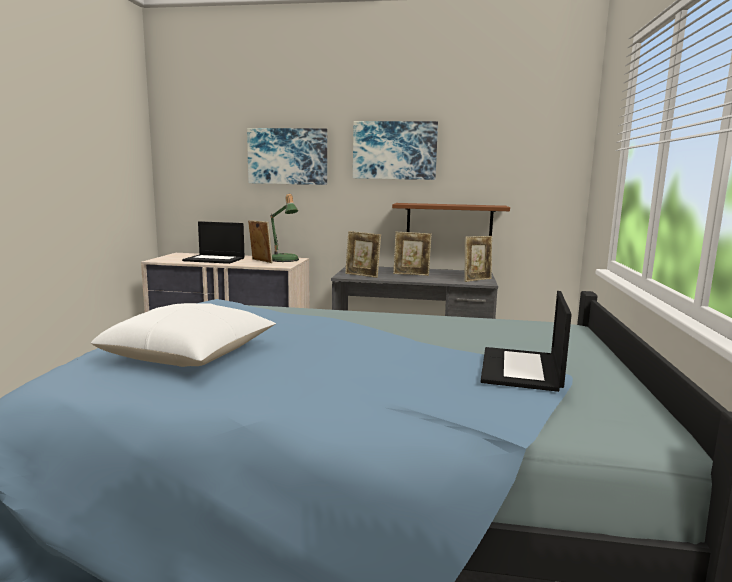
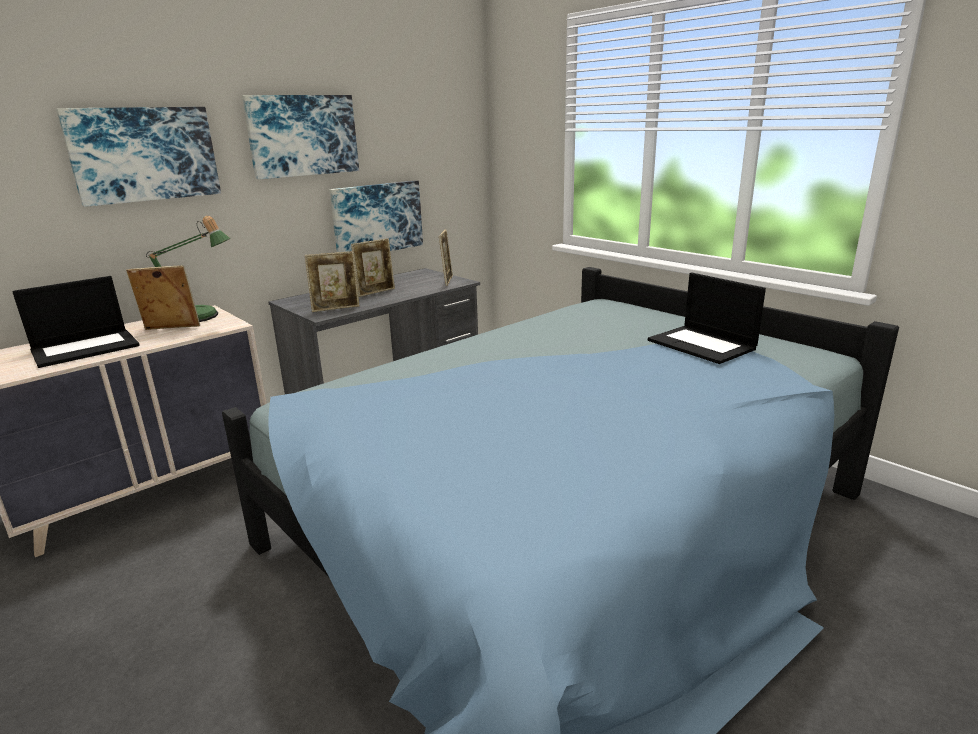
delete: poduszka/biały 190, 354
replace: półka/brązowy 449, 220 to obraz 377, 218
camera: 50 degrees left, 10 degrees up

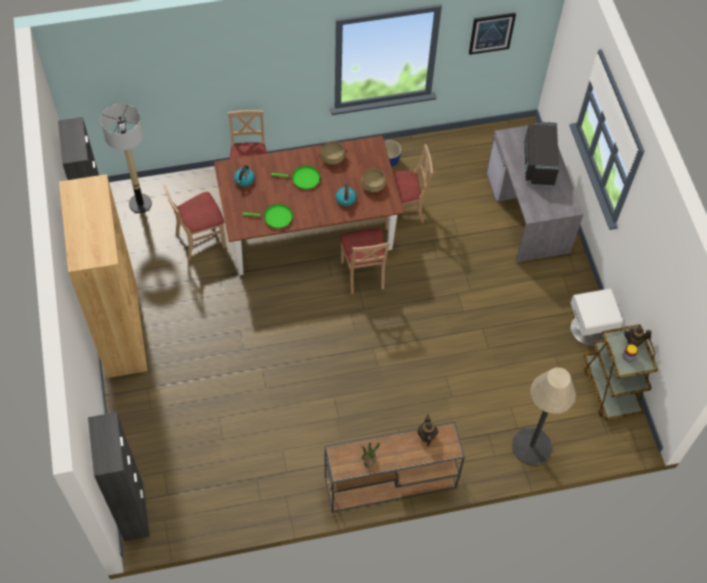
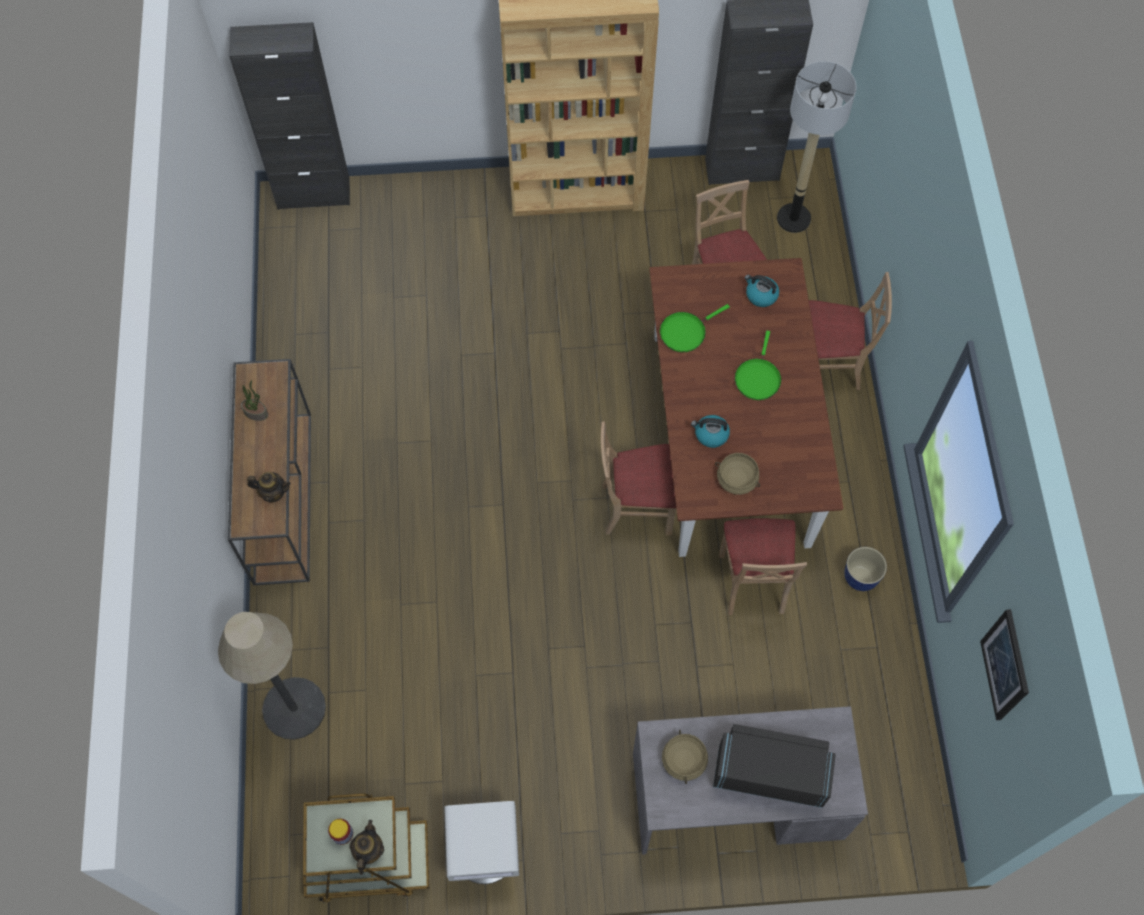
move: garnek/beżowy 332, 158 to 683, 760
rotate: patelnia/zielony 276, 217 = 685, 332 45 degrees clockwise
camera: 100 degrees right, 5 degrees up

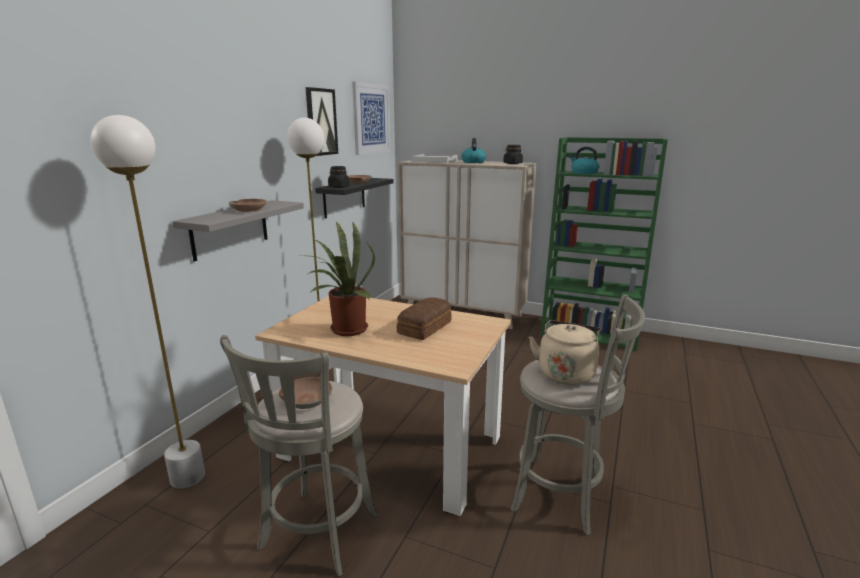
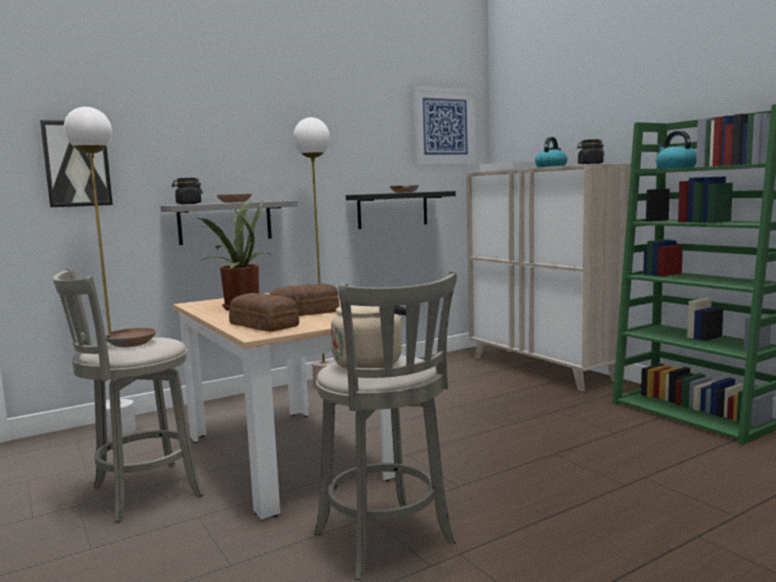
insert: chleb 264, 325
move: obraz 321, 122 to 77, 164; słoik/czarny 339, 187 to 188, 204
camera: 35 degrees right, 10 degrees down

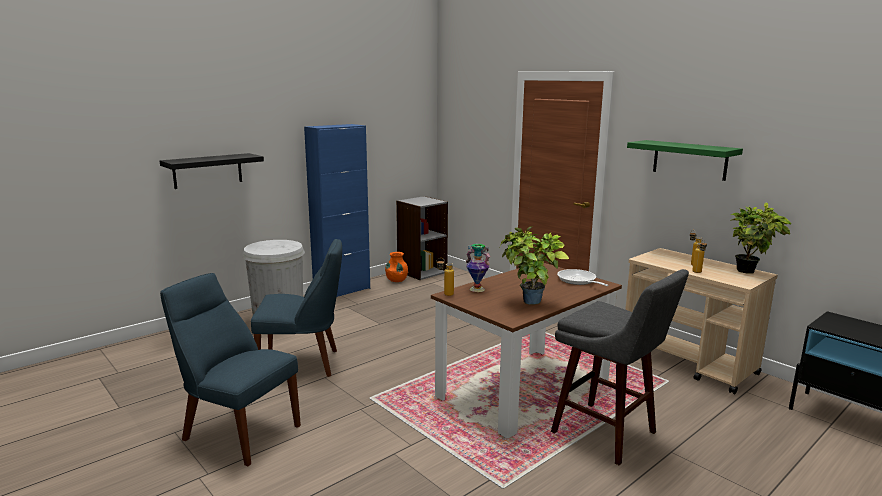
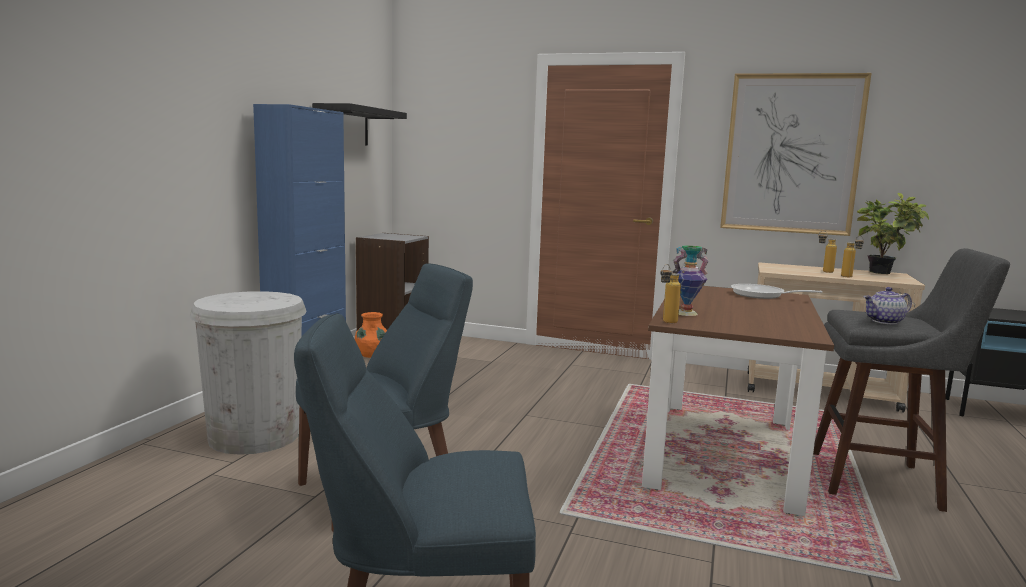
delete: roślina doniczkowa 528, 303
insert: imbryk 885, 322
move: półka/czarny 207, 170 to 345, 126
replace: półka/zielony 689, 160 to obraz 791, 154
camera: 30 degrees left, 5 degrees down

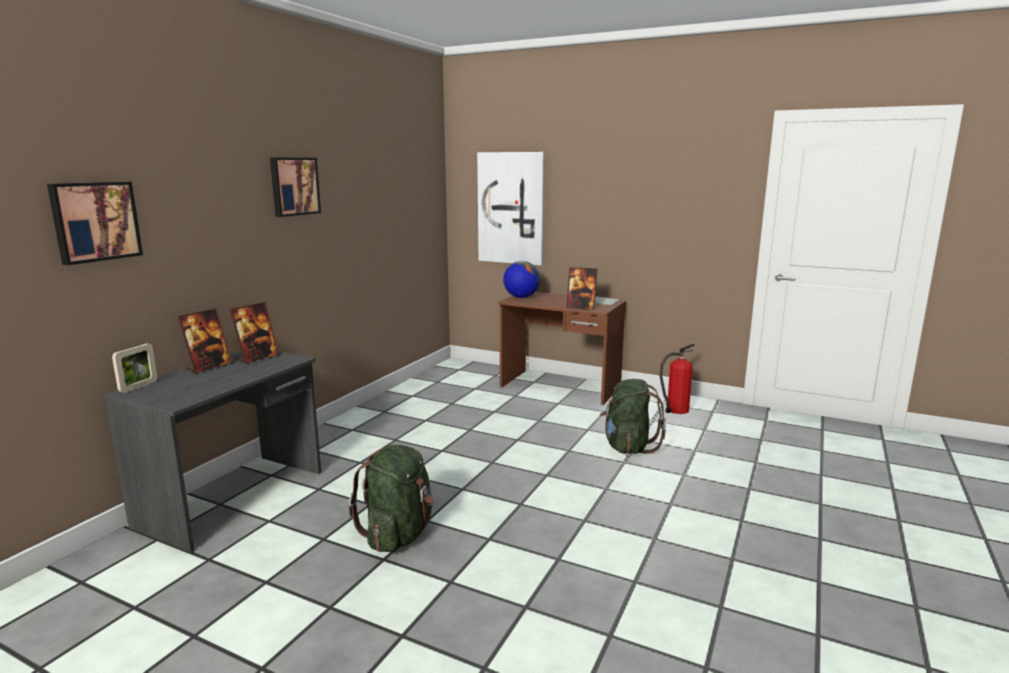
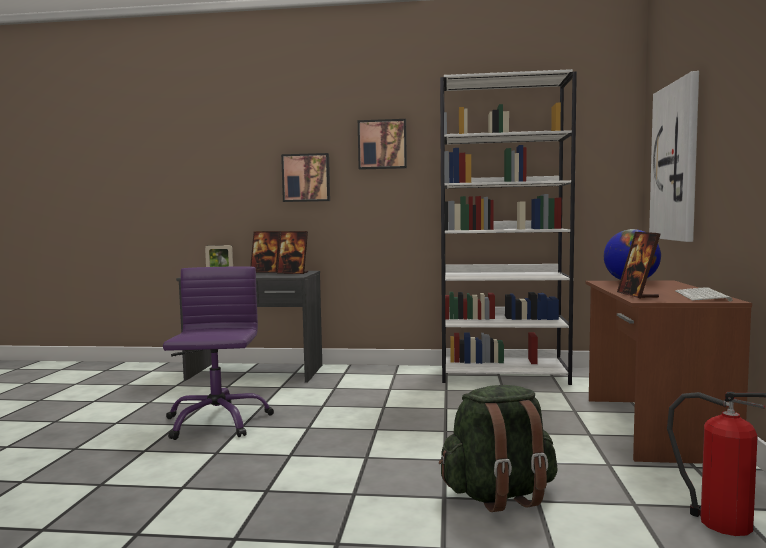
insert: regał/biały 504, 375
move: obraz 95, 221 to 306, 178
replace: plecak/zielony 398, 534 to krzesło biurowe/fioletowy 217, 421
camera: 70 degrees right, 10 degrees down

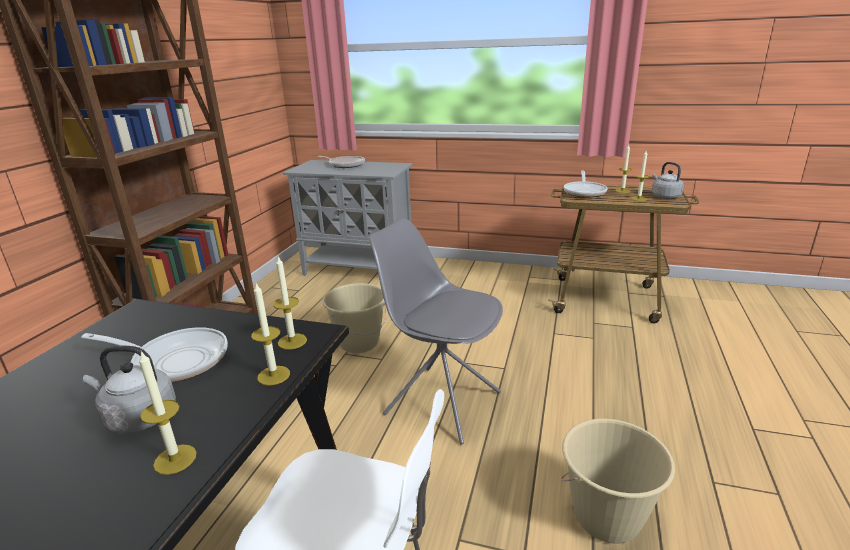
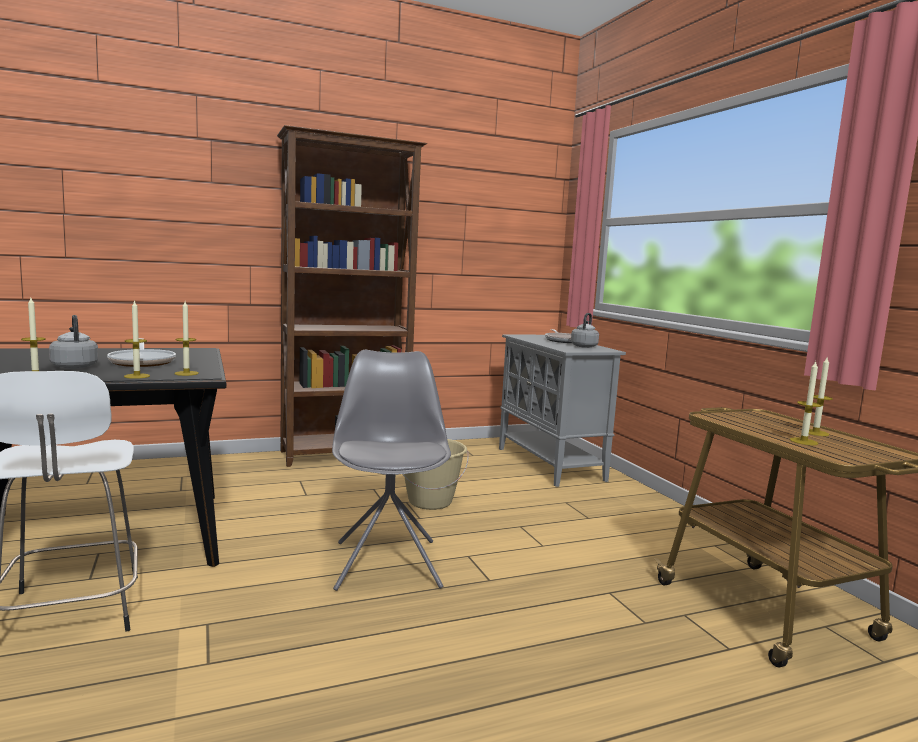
delete: wiadro/beżowy 607, 517; patelnia 584, 192
move: czajnik/szary 664, 196 to 584, 346
camera: 50 degrees right, 15 degrees down

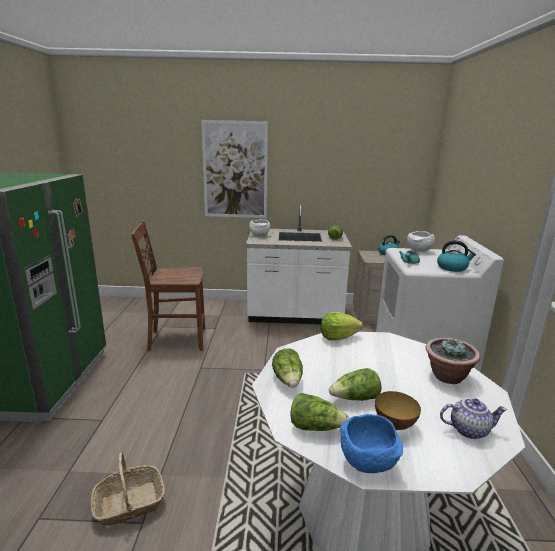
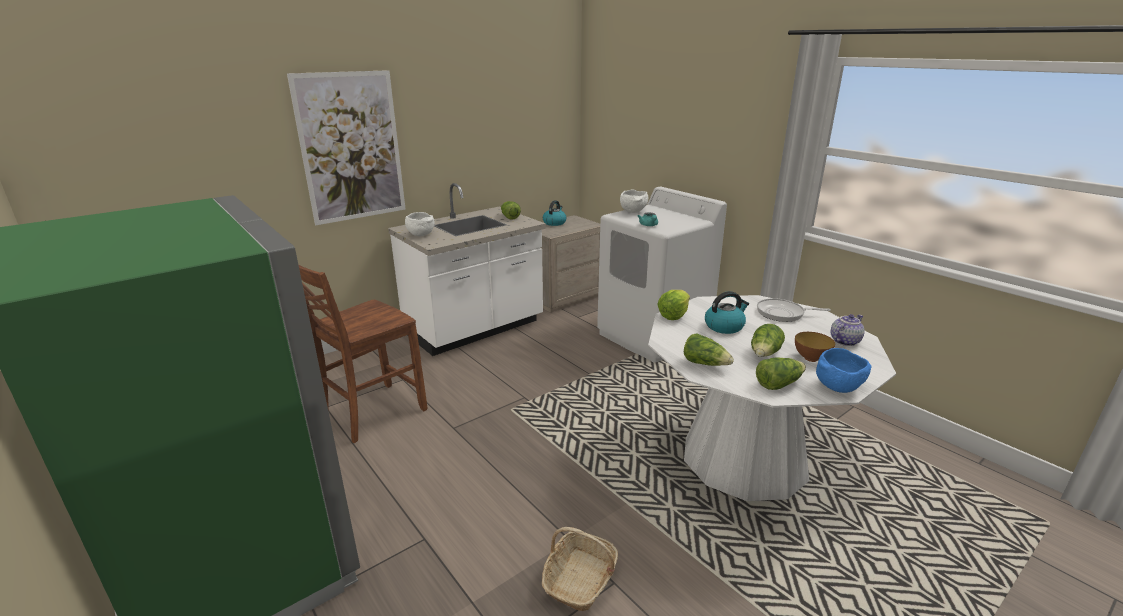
move: czajnik 452, 268 to 724, 326
replace: roślina doniczkowa 447, 377 to patelnia 783, 313
camera: 40 degrees left, 5 degrees up

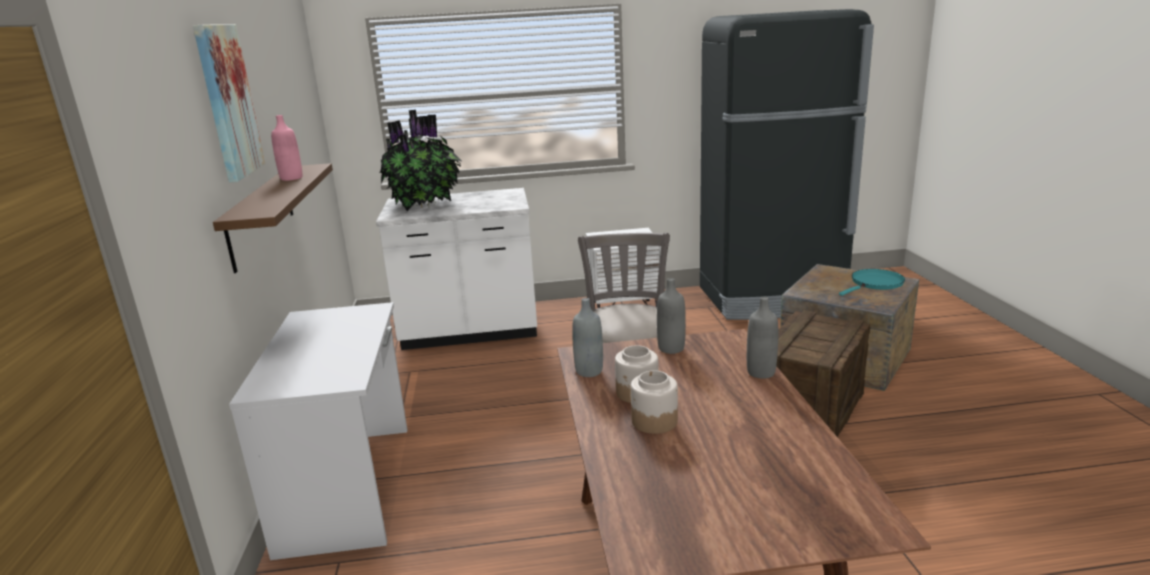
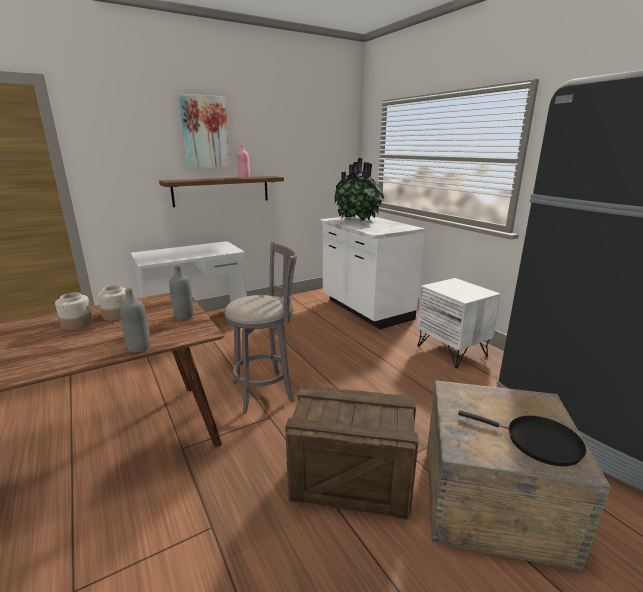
delete: butelka/szary 589, 371
recolor: patelnia/turkusowy 875, 284 to patelnia/czarny 537, 442
camera: 65 degrees right, 0 degrees up

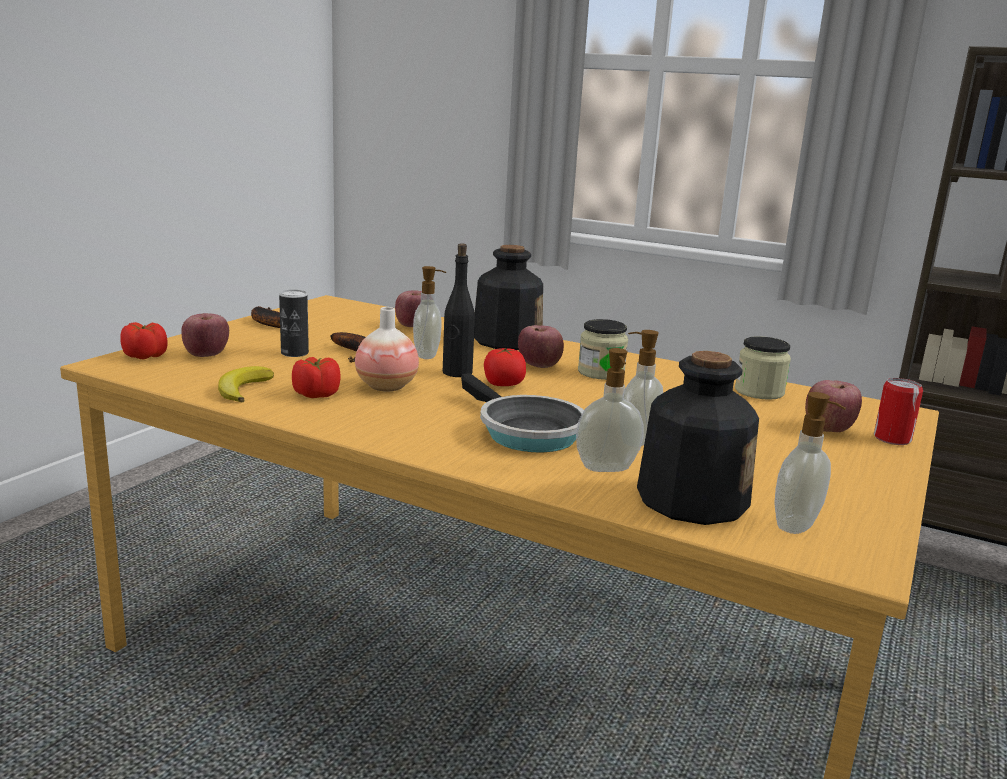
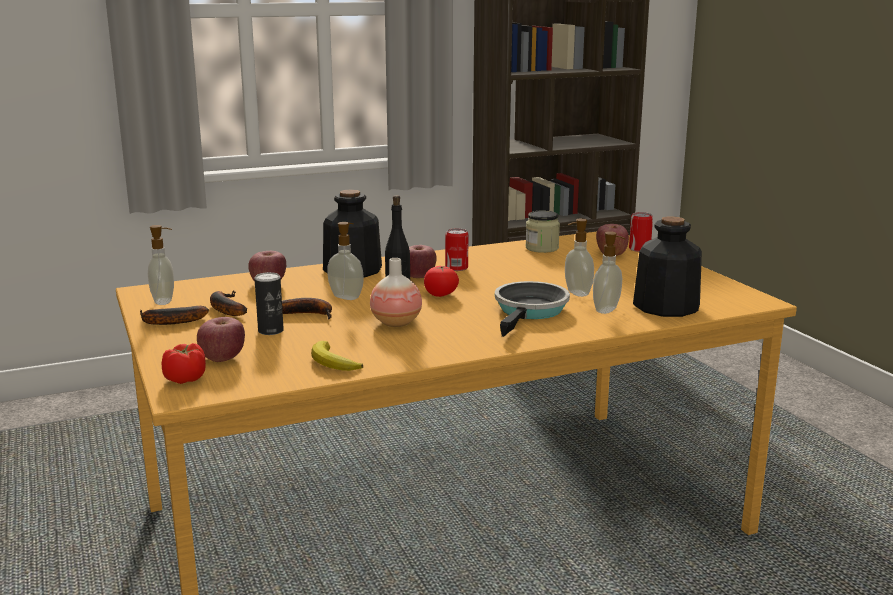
delete: pomidor 316, 394
insert: banan 225, 308
move: dozownik mydła 797, 526 to 164, 301
replace: słoik 601, 372 to puszka 456, 268
rotate: patelnia 525, 432 = 530, 311 75 degrees counterclockwise
camera: 50 degrees left, 0 degrees up

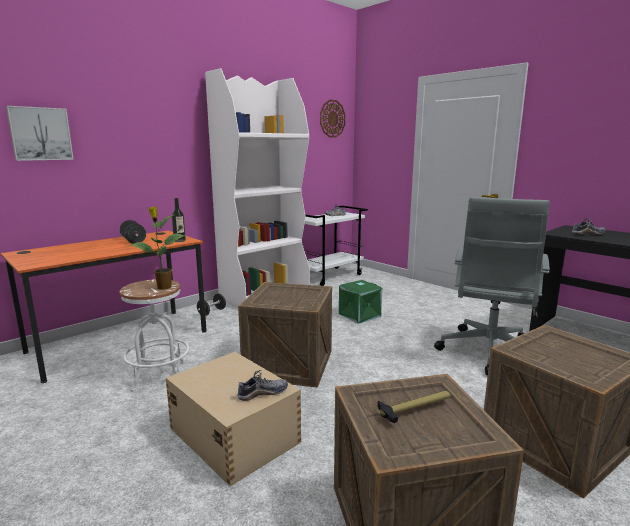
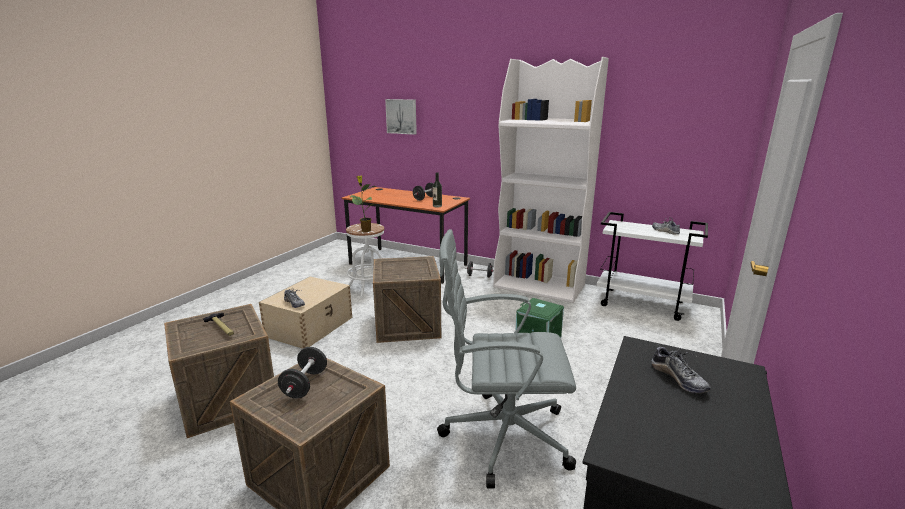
delete: zegar ścienny 332, 118
insert: hantel/czarny 305, 384
camera: 70 degrees right, 5 degrees up

